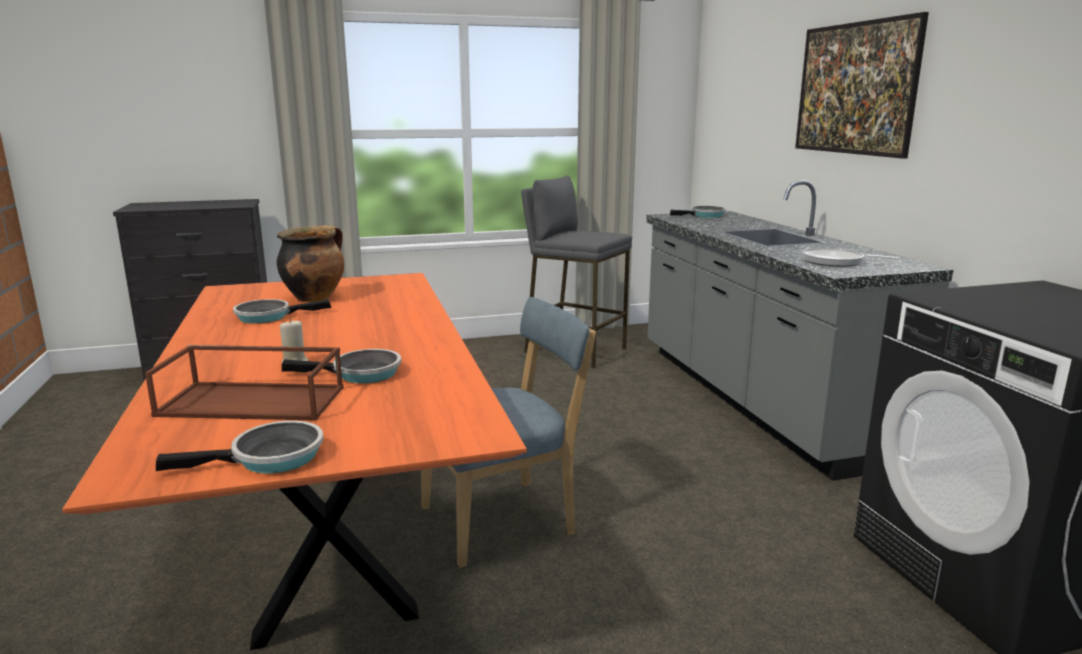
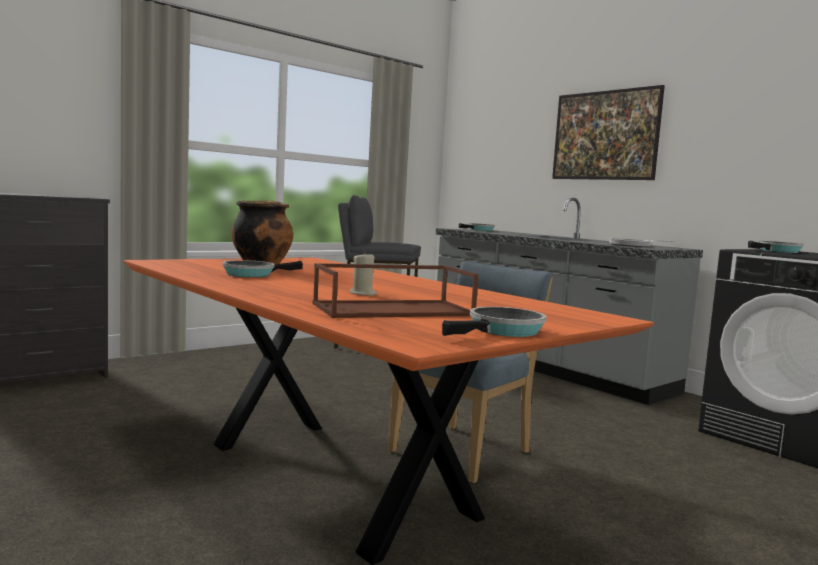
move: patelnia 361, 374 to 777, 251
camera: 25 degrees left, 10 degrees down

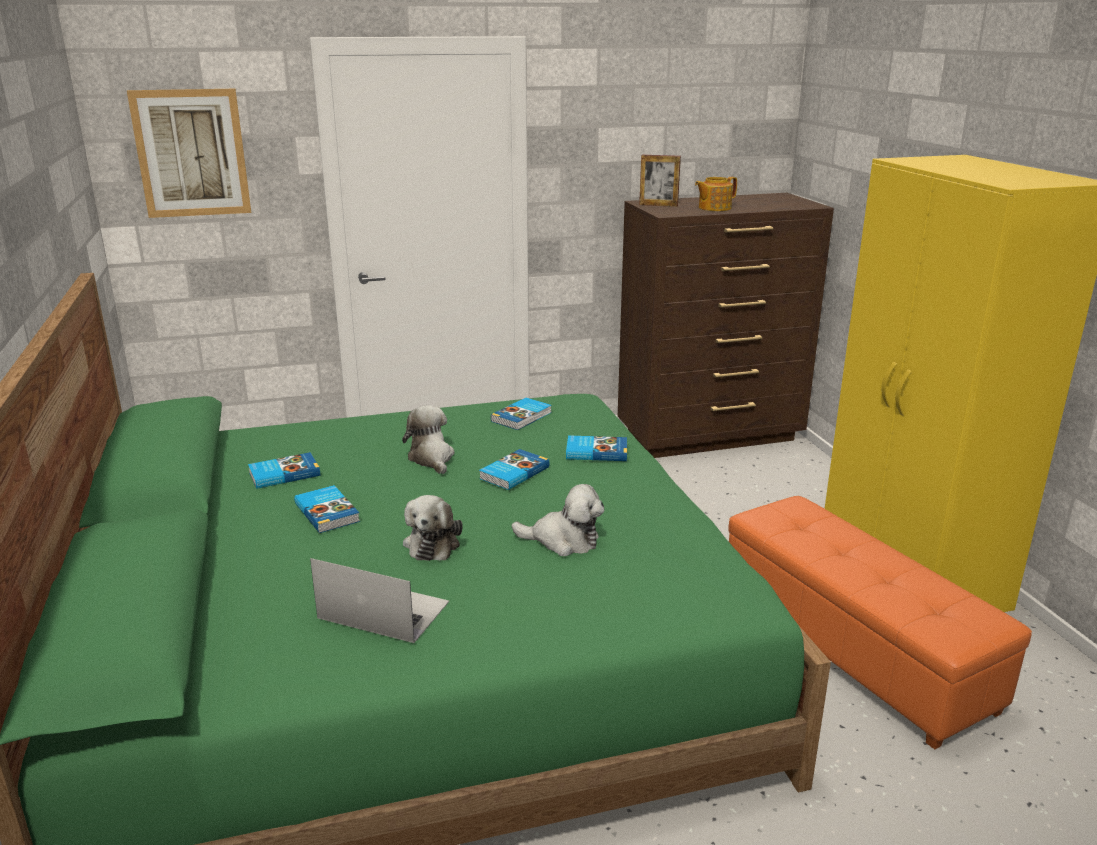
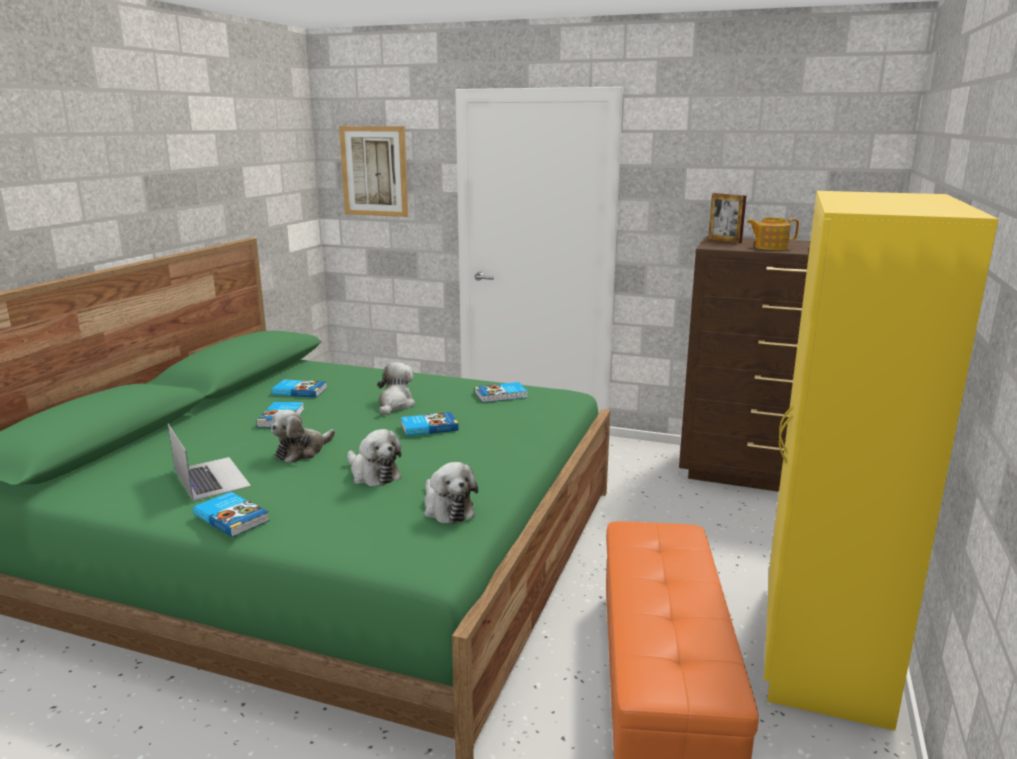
insert: pluszak 447, 509
move: książka 596, 451 to 232, 517
camera: 35 degrees right, 5 degrees down

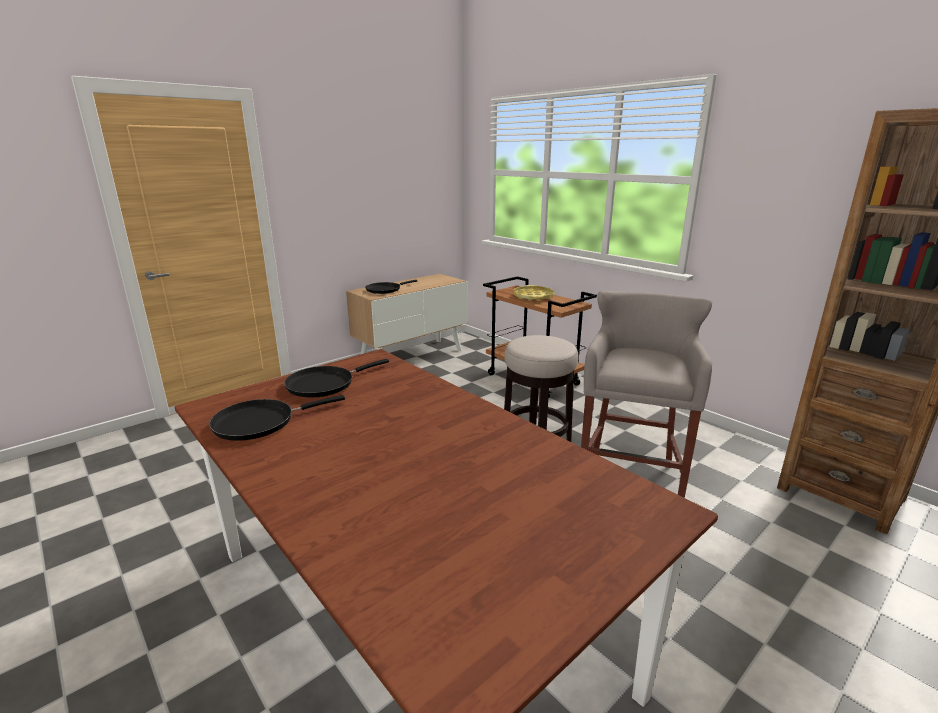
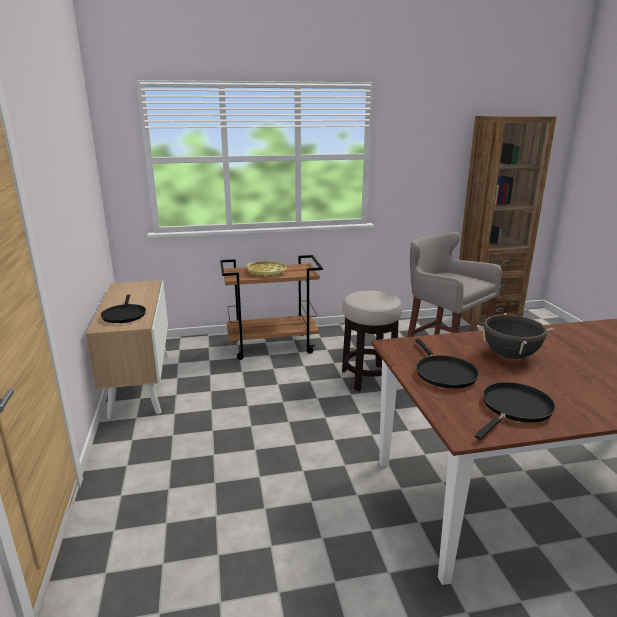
insert: garnek/czarny 510, 355
rotate: patelnia/czarny 260, 422 = 514, 409 135 degrees counterclockwise
camera: 60 degrees left, 0 degrees up

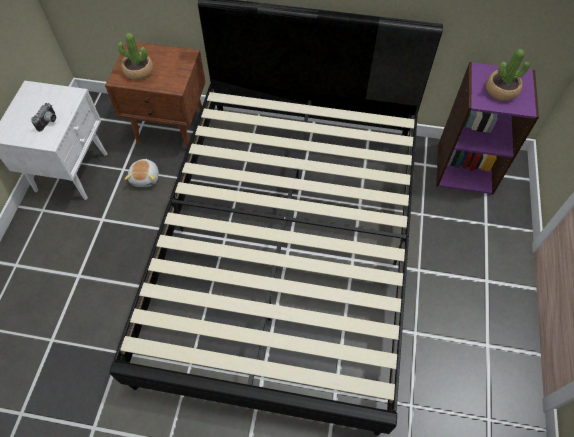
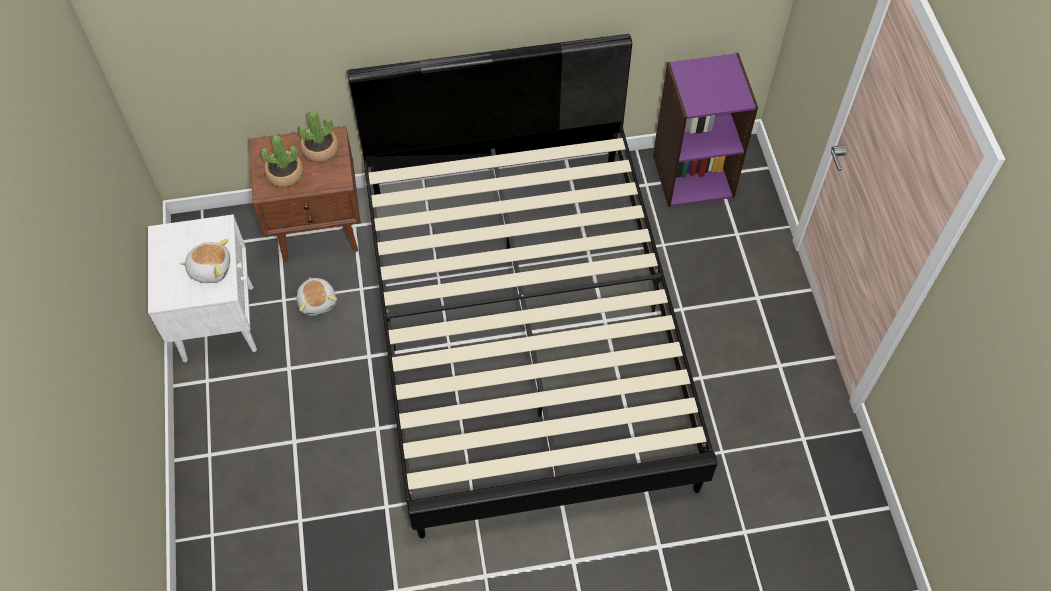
move: roślina doniczkowa 501, 90 to 320, 149
replace: aparat fotograficzny 49, 122 to pluszak 210, 268
camera: 20 degrees left, 0 degrees up

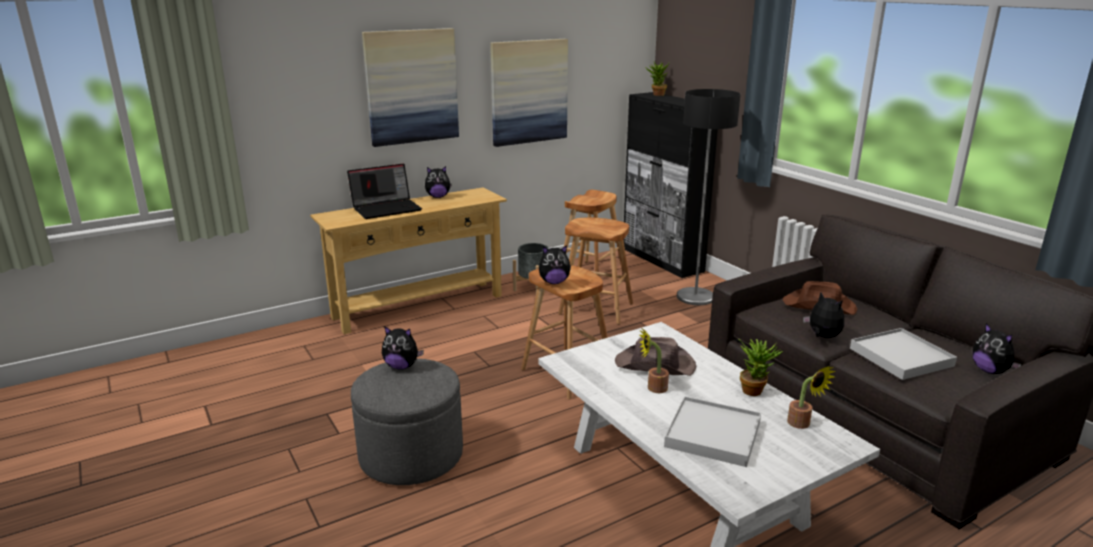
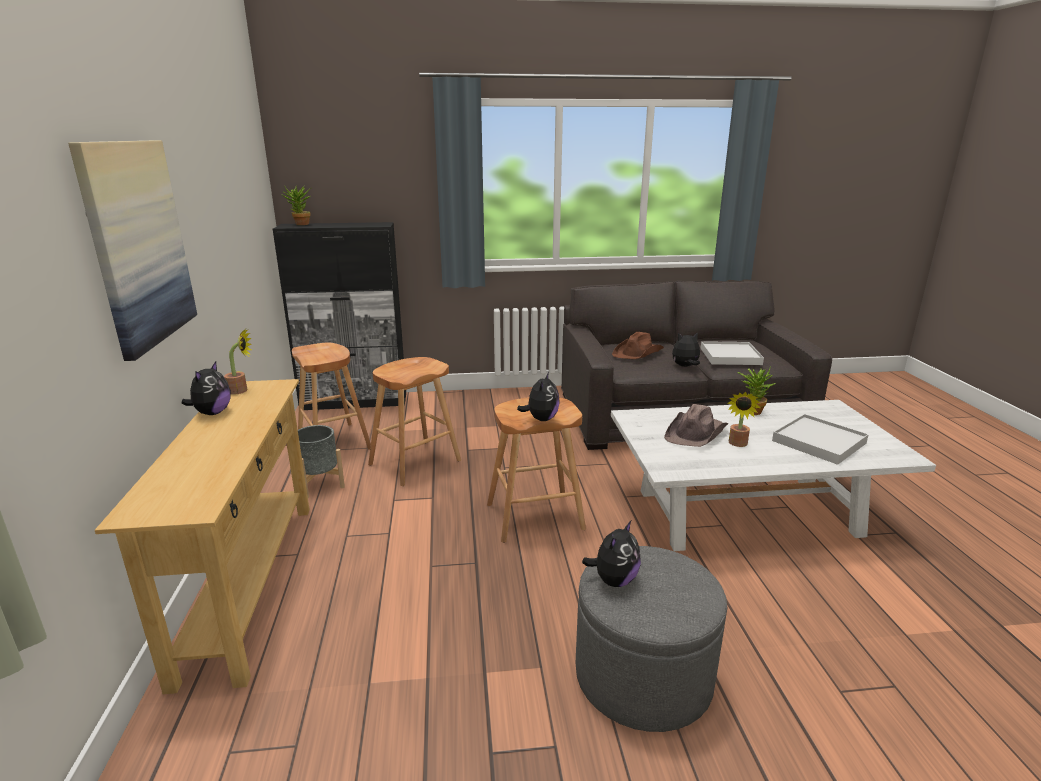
delete: laptop 387, 208; obraz 529, 92; lampa stojąca 695, 297; pluszak 990, 371
move: roślina doniczkowa 802, 424 to 241, 390
camera: 65 degrees left, 0 degrees up

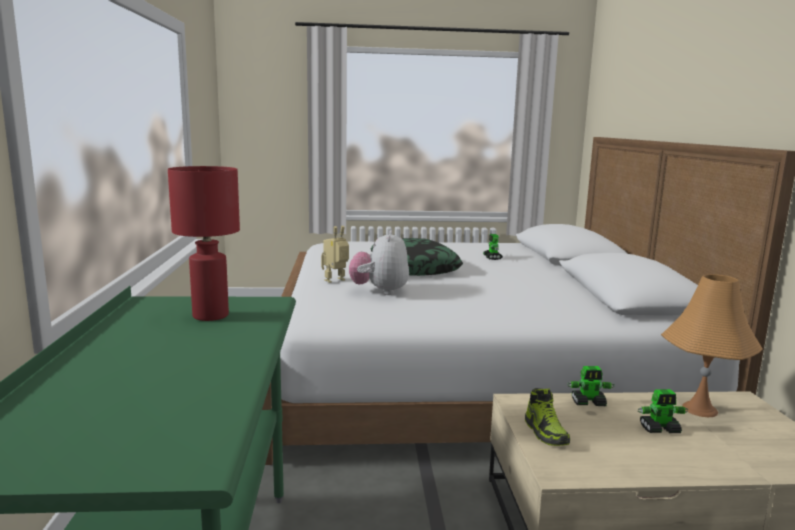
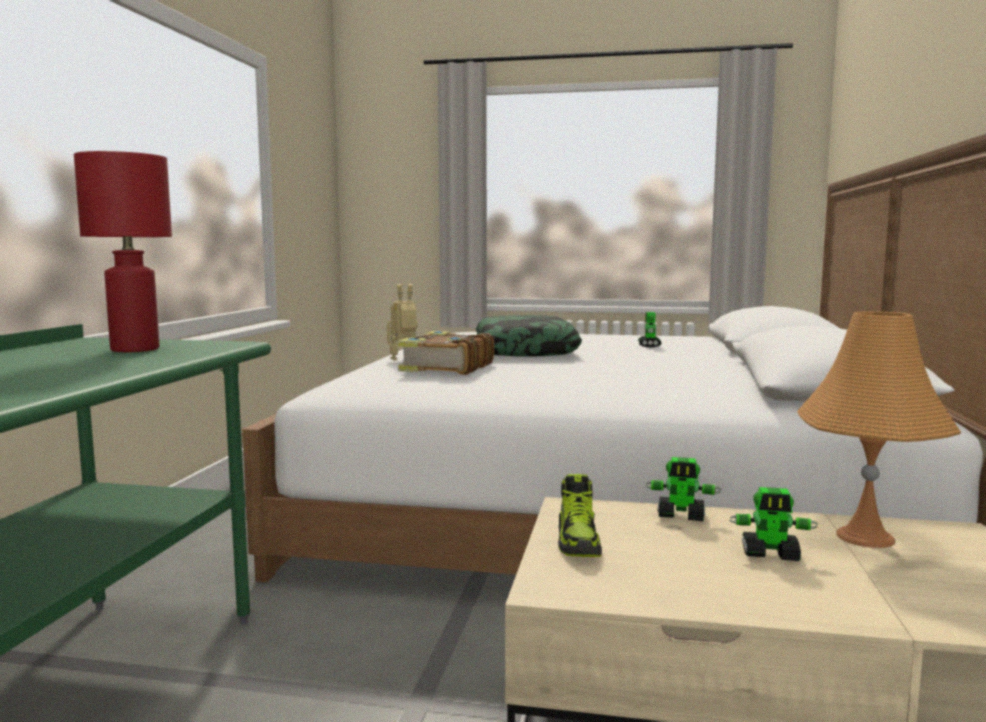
replace: pluszak 380, 291 to książka 446, 368
camera: 15 degrees right, 5 degrees down

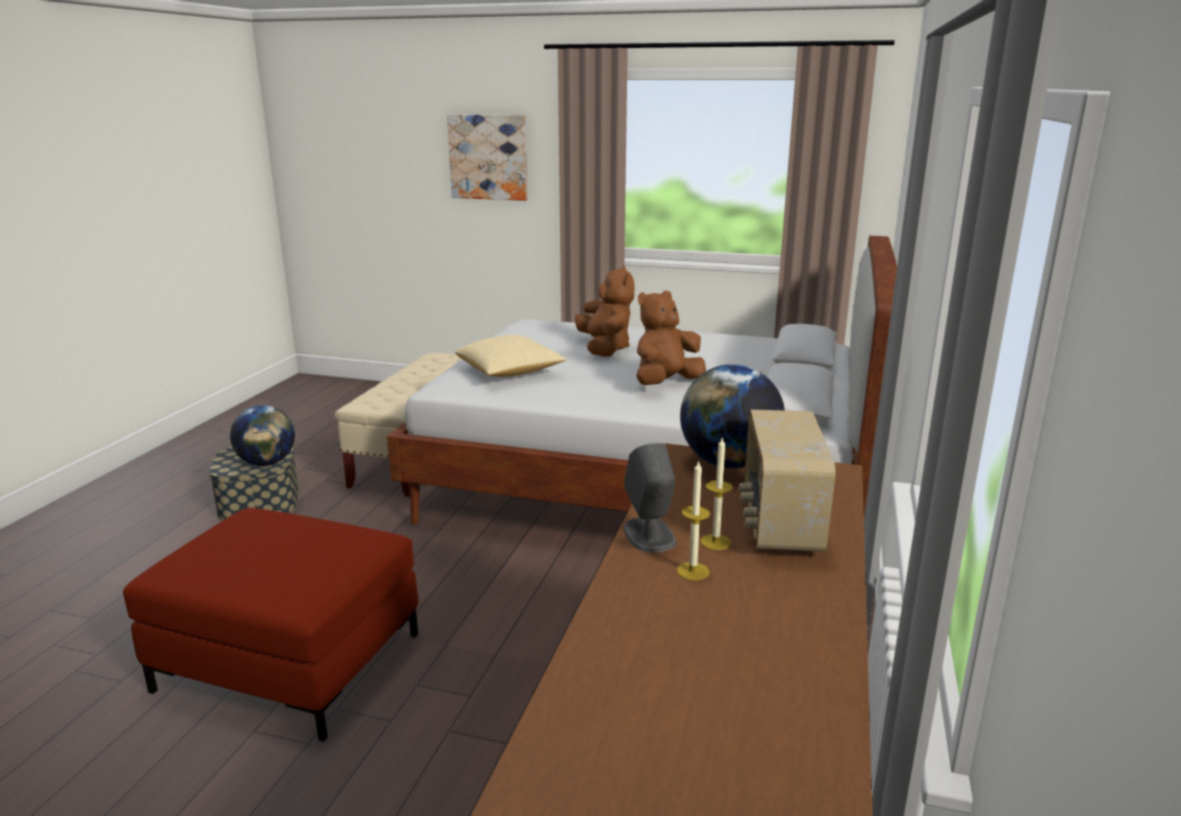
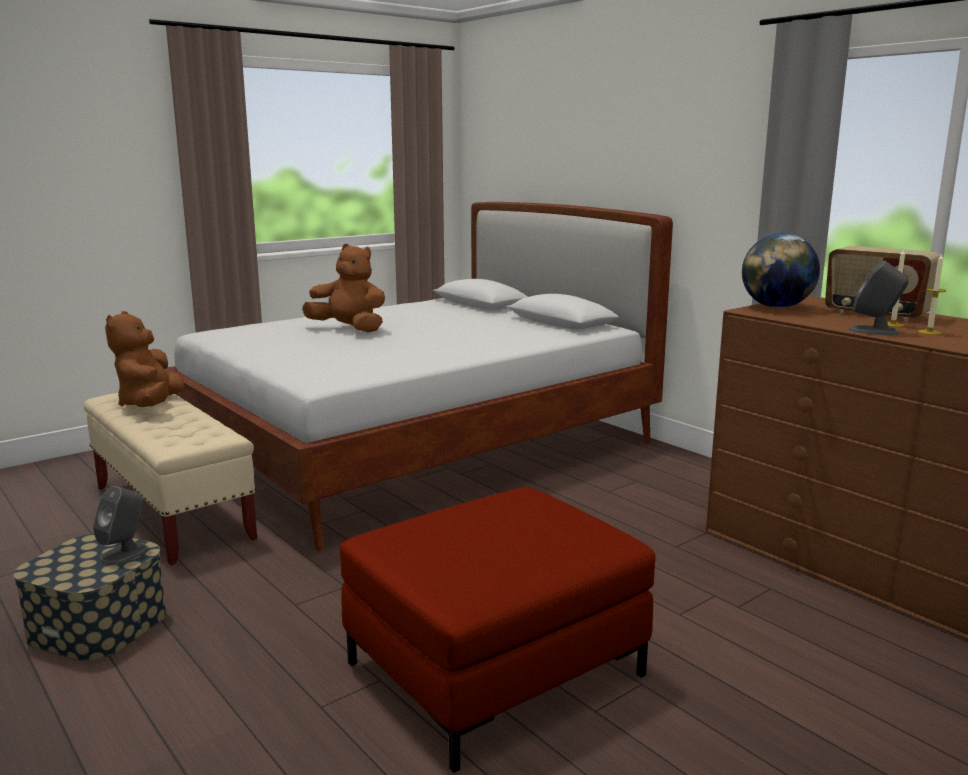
delete: obraz 488, 157; poduszka 509, 372
move: pluszak/brązowy 666, 383 to 150, 405
replace: globus 267, 463 to głośnik/szary 124, 553
camera: 55 degrees left, 5 degrees down

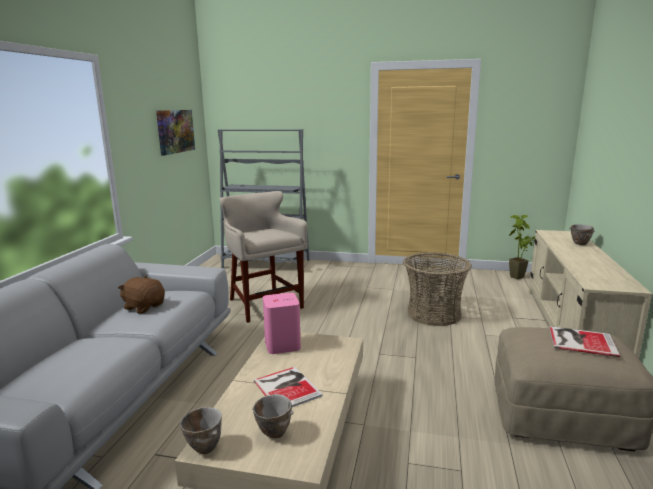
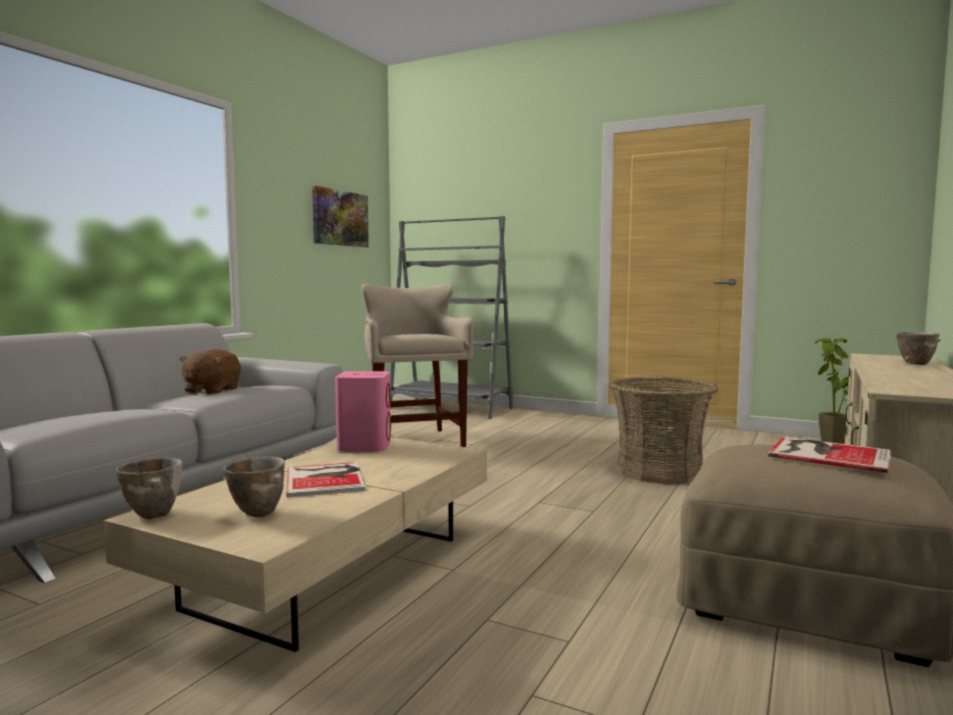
rotate: pluszak/brązowy 144, 307 = 211, 391 120 degrees counterclockwise
camera: 15 degrees right, 10 degrees down

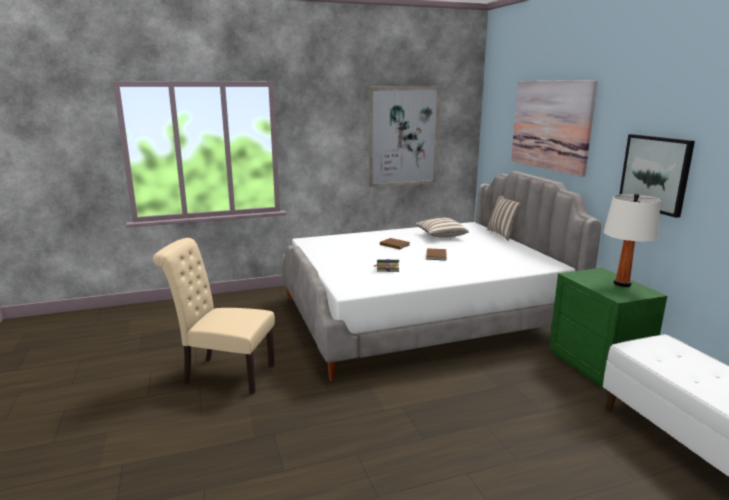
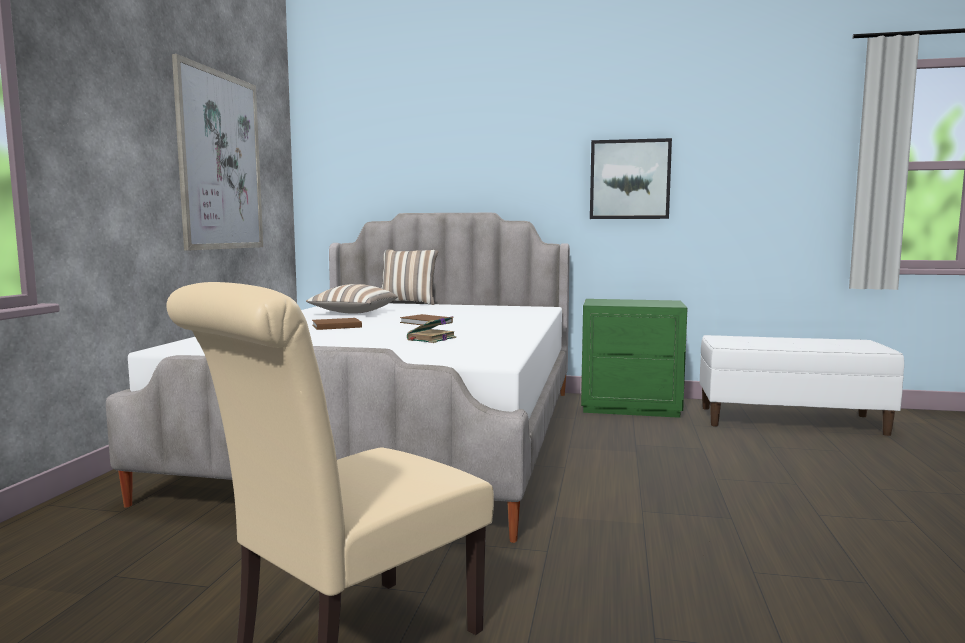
delete: obraz 550, 125; lampa stołowa/biały 622, 284
camera: 60 degrees left, 10 degrees down

